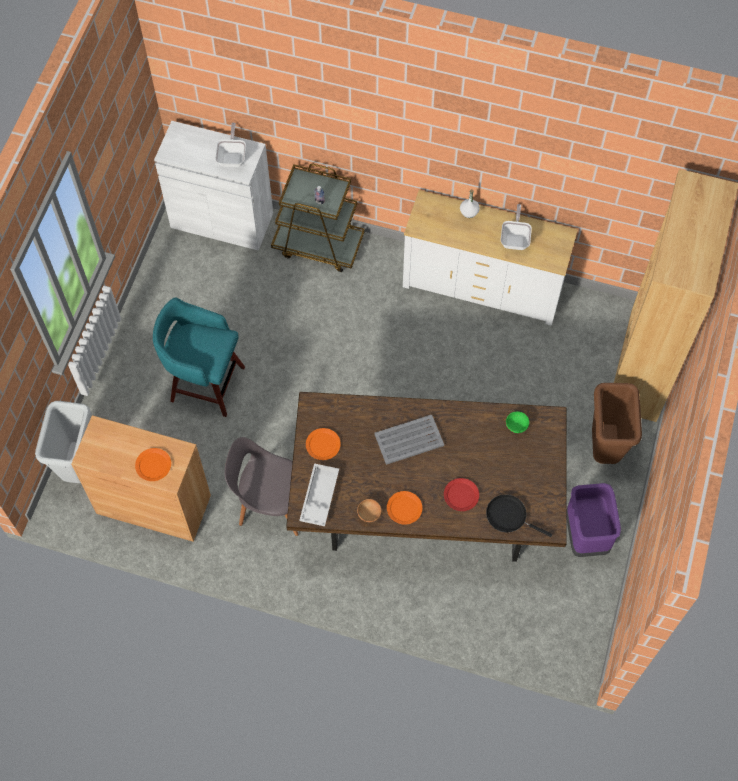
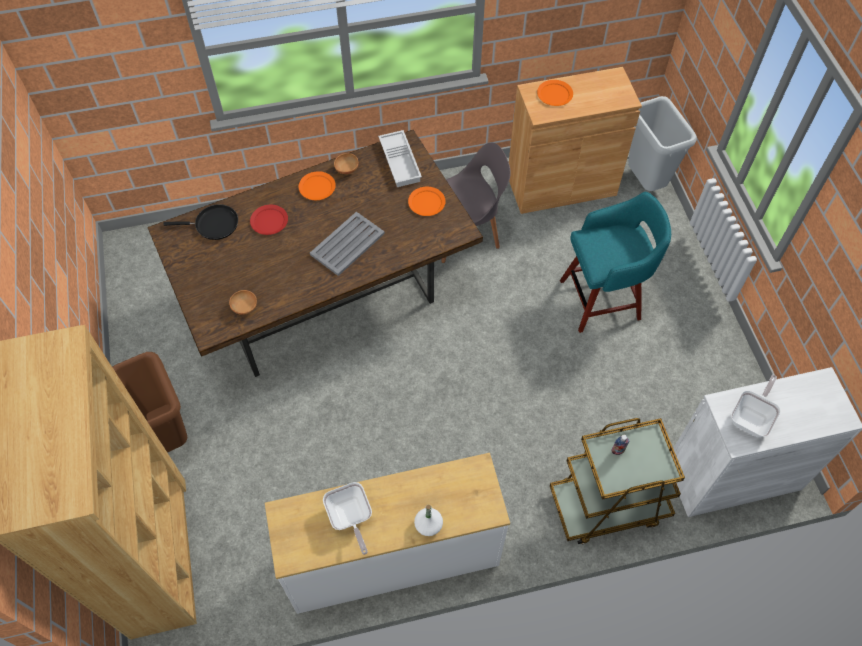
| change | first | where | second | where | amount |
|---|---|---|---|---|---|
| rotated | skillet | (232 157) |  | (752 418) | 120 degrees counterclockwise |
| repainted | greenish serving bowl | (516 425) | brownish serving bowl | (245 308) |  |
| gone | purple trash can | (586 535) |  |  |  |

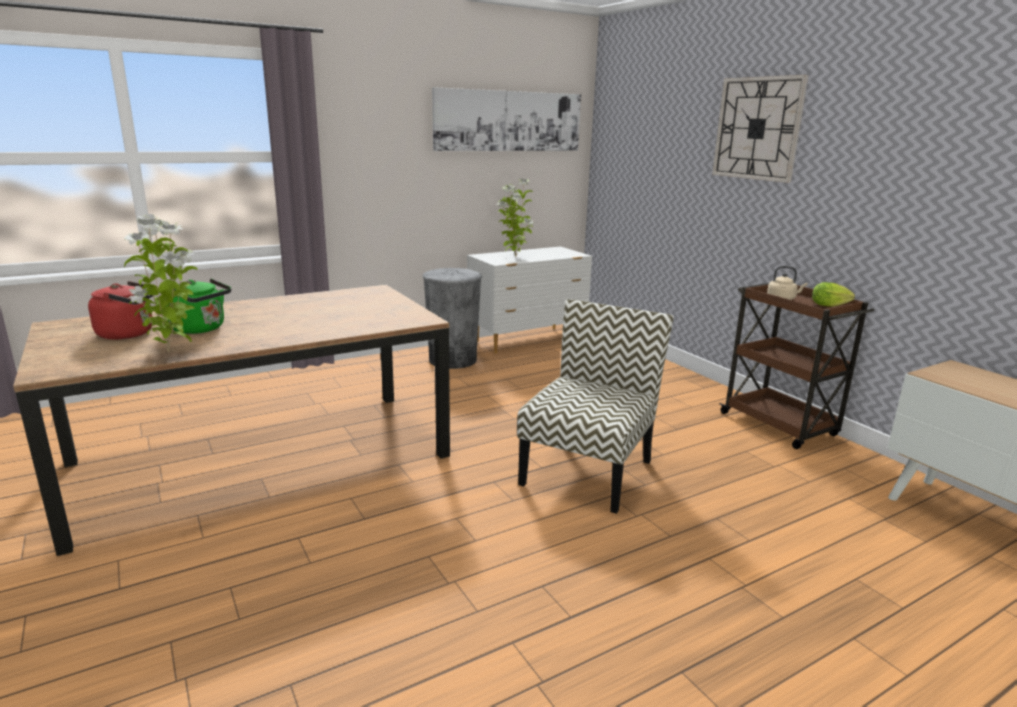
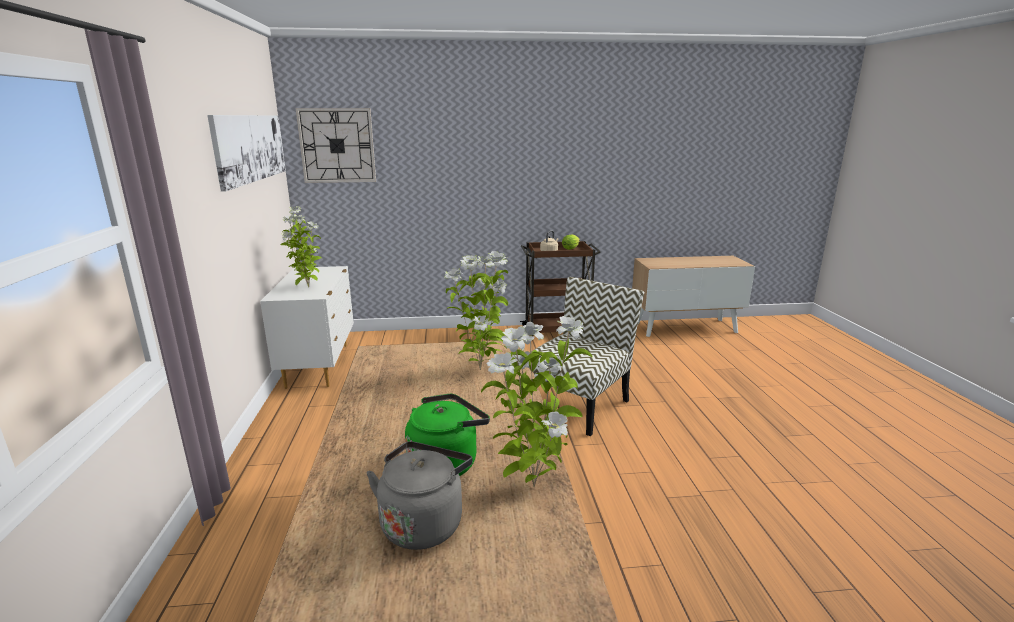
| change | first | where | second | where | amount |
|---|---|---|---|---|---|
| repainted | reddish tea kettle | (130 334) | gray tea kettle | (423 522) |  |
| gone | gray trash can | (452 360) |  |  |  |
| rotated | chair | (587 471) |  | (578 405) | 75 degrees clockwise |
| shifted | hanging clock | (757 128) |  | (337 145) |  |
| new |  |  | houseplant | (481 369) |  |

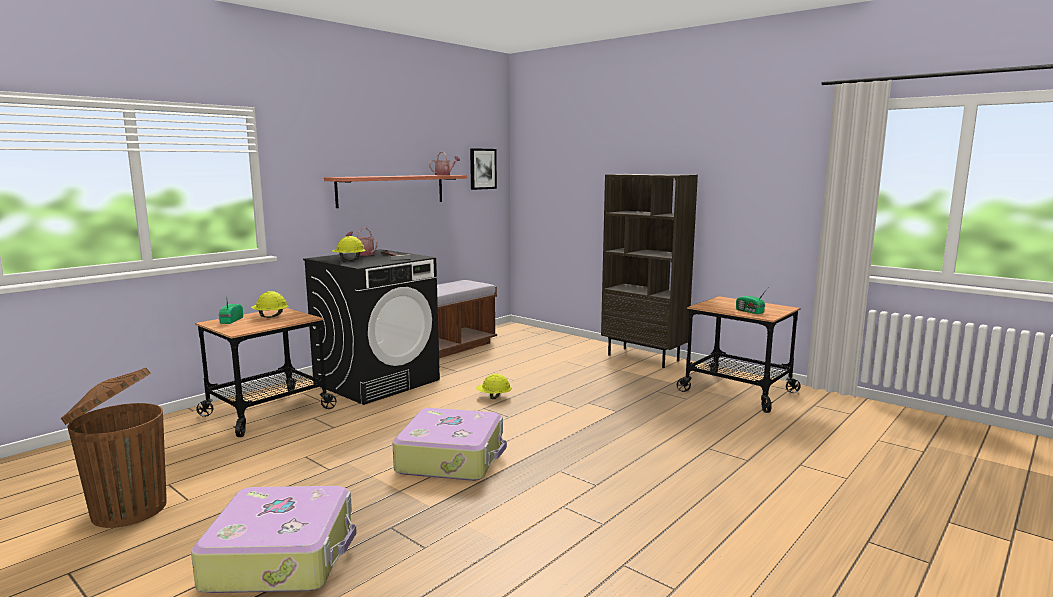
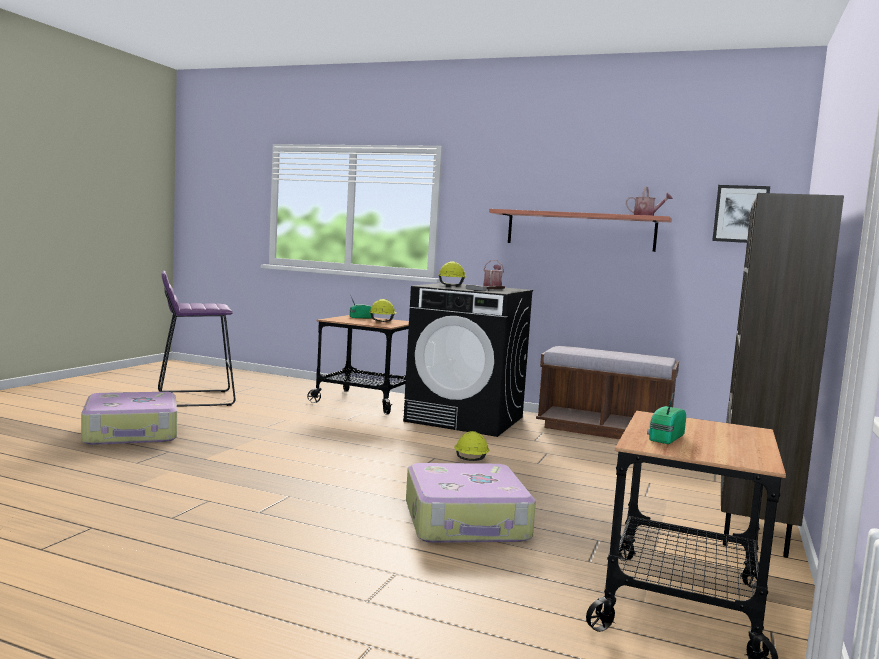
| change | first | where | second | where | amount |
|---|---|---|---|---|---|
| swapped | brownish trash can | (127 509) | purple sitting stool | (194 399) |  |
| shifted | travel case | (452 458) |  | (467 521) |  |

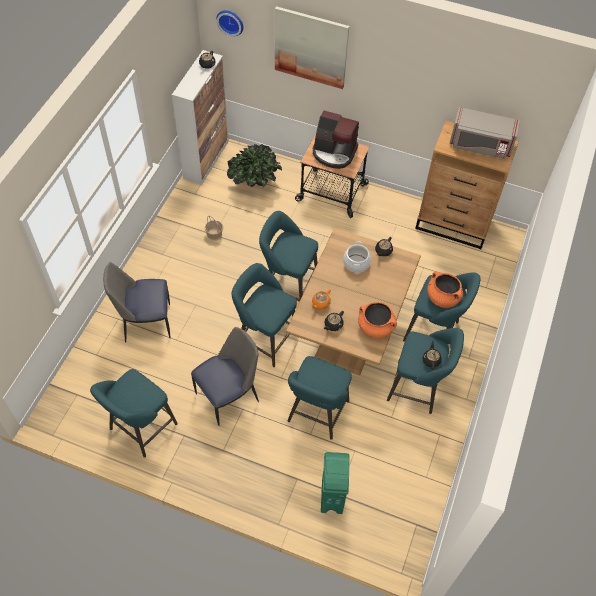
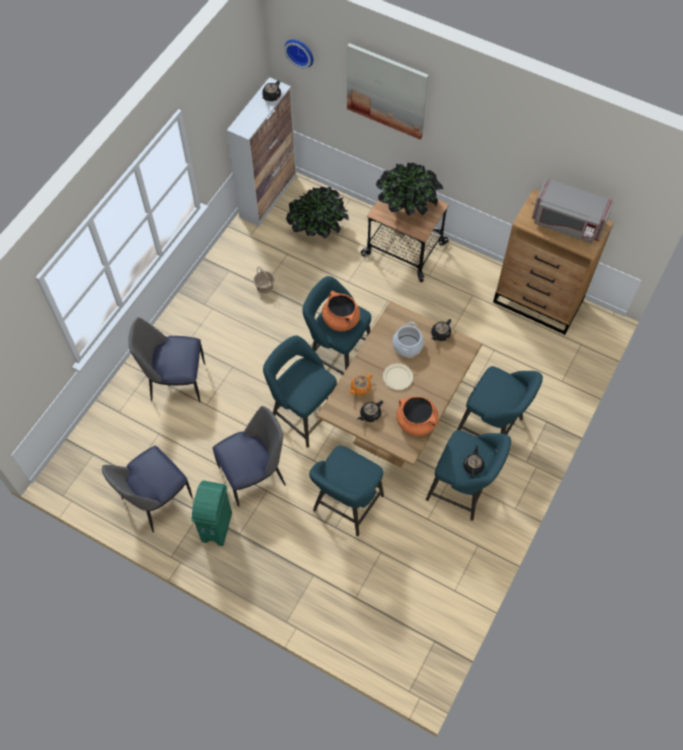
| change | first | where | second | where | amount |
|---|---|---|---|---|---|
| swapped | turquoise-coloured sitting stool | (140 429) | chair | (155 500) |  |
| swapped | coffee maker | (334 153) | houseplant | (407 208) |  |
| shifted | greenish trash can | (332 496) |  | (217 526) |  |
| shifted | orangey saucepot | (442 298) |  | (340 320) |  |
| new |  |  | beige-coloured plate | (398 377) |  |

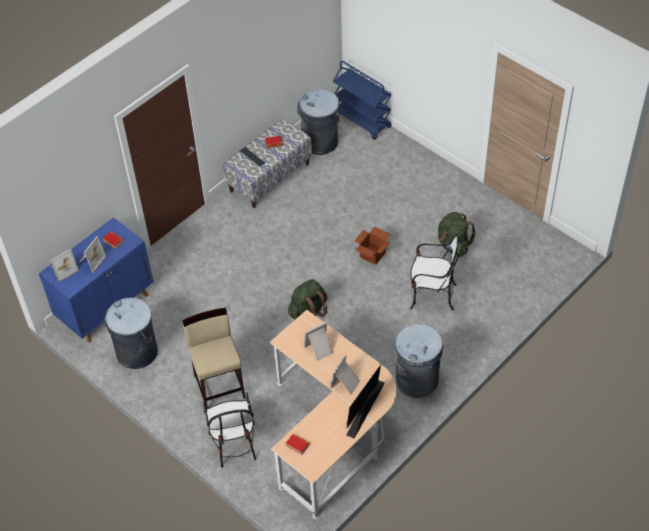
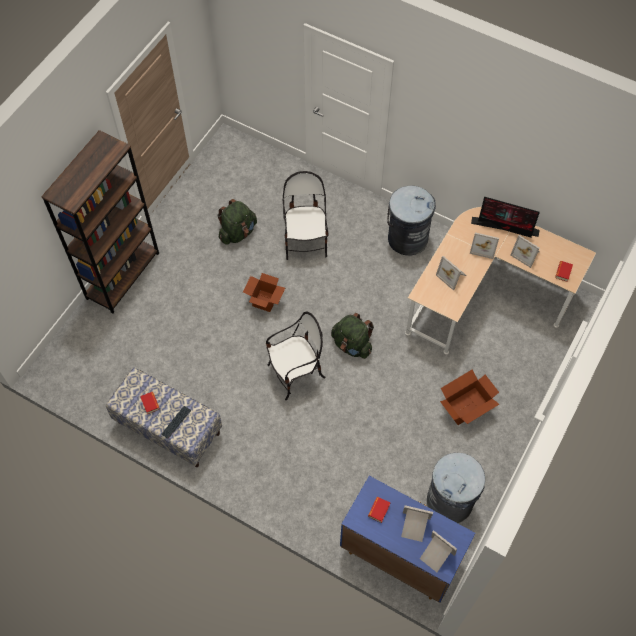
| change | first | where | second | where | amount |
|---|---|---|---|---|---|
| swapped | beige-coloured sitting stool | (220 386) | packing box | (465 406) |  |
| shifted | chair | (233 443) |  | (296 374) |  |
| gone | gray trash can | (320 142) |  |  |  |
| gone | blue-coloured trolley | (362 120) |  |  |  |
| new |  |  | brownish bookcase | (123 275) |  |
| new |  |  | photo frame | (526 253) |  |

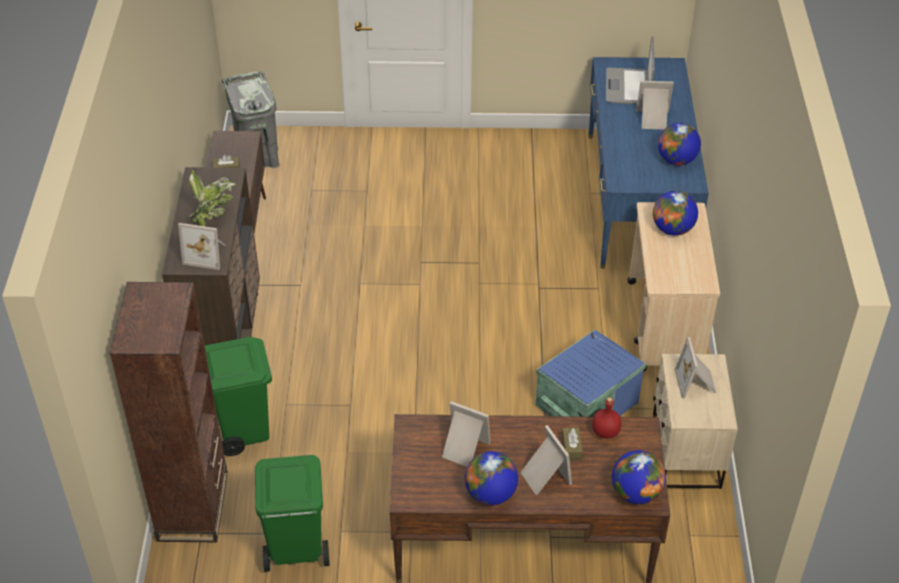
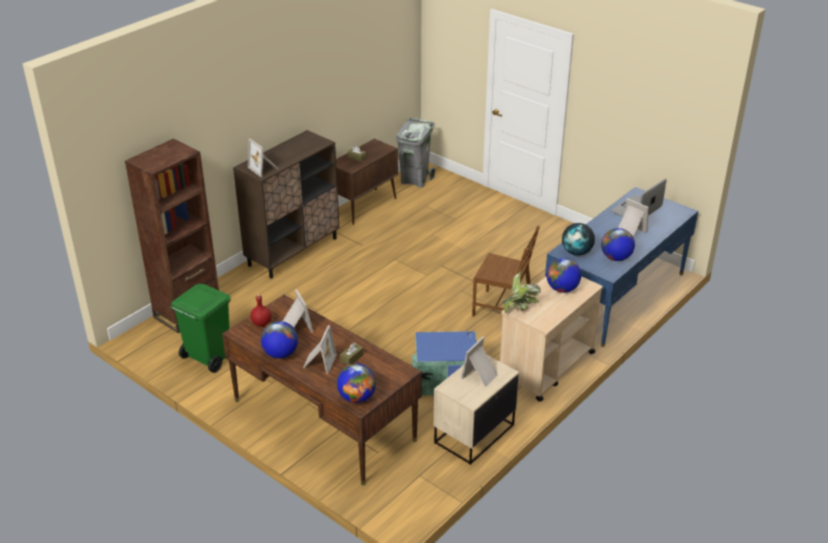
| change | first | where | second | where | amount |
|---|---|---|---|---|---|
| shifted | houseplant | (213 214) |  | (521 308) |  |
| gone | greenish trash can | (243 429) |  |  |  |
| shifted | reddish beverage bottle | (605 432) |  | (261 323) |  |
| new |  |  | brownish chair | (503 308) |  |
| new |  |  | world globe | (577 252) |  |

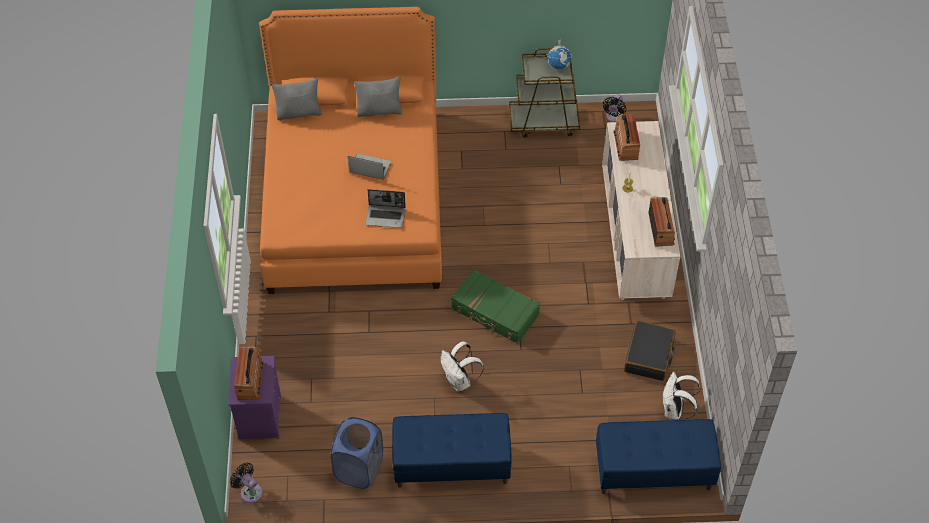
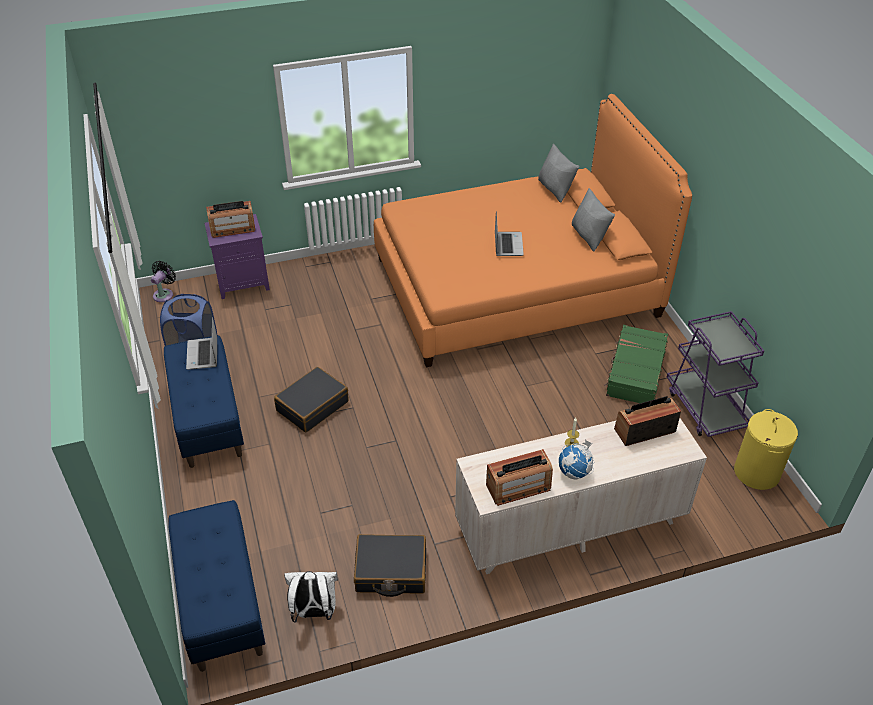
| change | first | where | second | where | amount |
|---|---|---|---|---|---|
| shifted | portable computer | (386 216) |  | (203 355) |  |
| swapped | white-coloured knapsack | (459 381) | black-coloured travel case | (312 406) |  |
| shifted | greenish travel case | (495 312) |  | (635 372) |  |
| repainted | brownish trolley | (544 122) | purple trolley | (705 408) |  |
| shifted | world globe | (559 65) |  | (574 472) |  |
| swapped | black-coloured fan | (614 117) | yellow hamper | (757 473) |  |

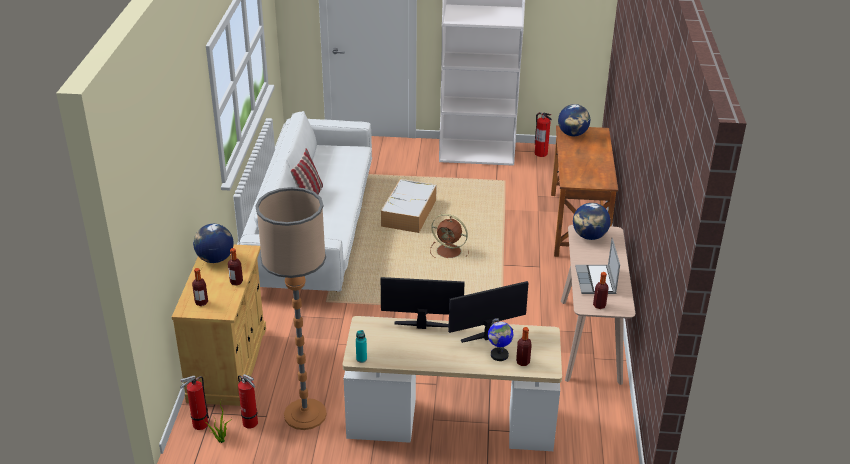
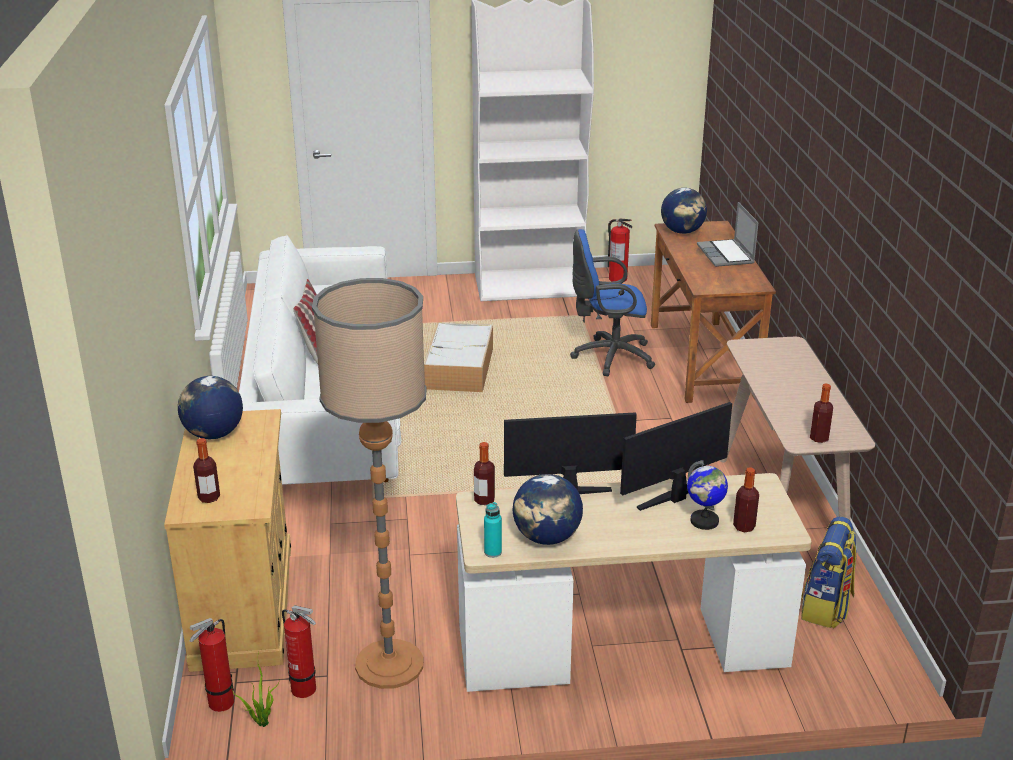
| change | first | where | second | where | amount |
|---|---|---|---|---|---|
| shifted | beverage bottle | (236 282) |  | (484 500) |  |
| gone | brownish fan | (450 251) |  |  |  |
| shifted | world globe | (589 236) |  | (547 538) |  |
| shifted | portable computer | (596 281) |  | (726 255) |  |
| new |  |  | blue-coloured desk chair | (608 357) |  |
| new |  |  | knapsack | (826 607) |  |

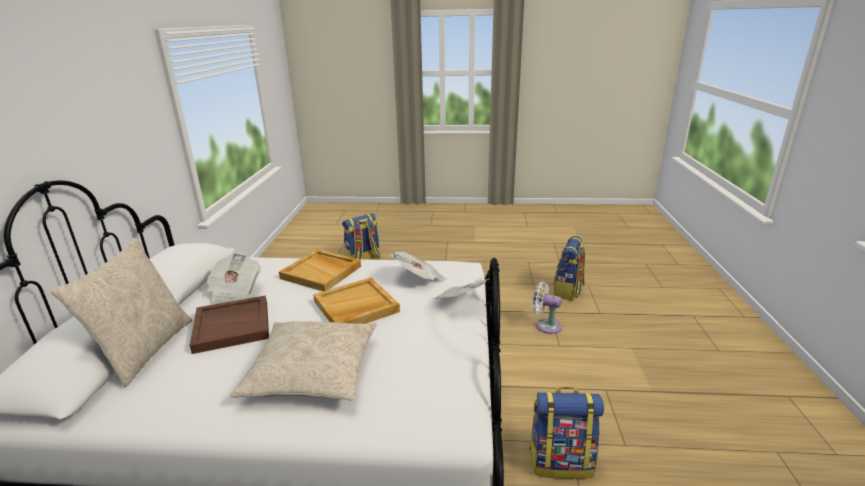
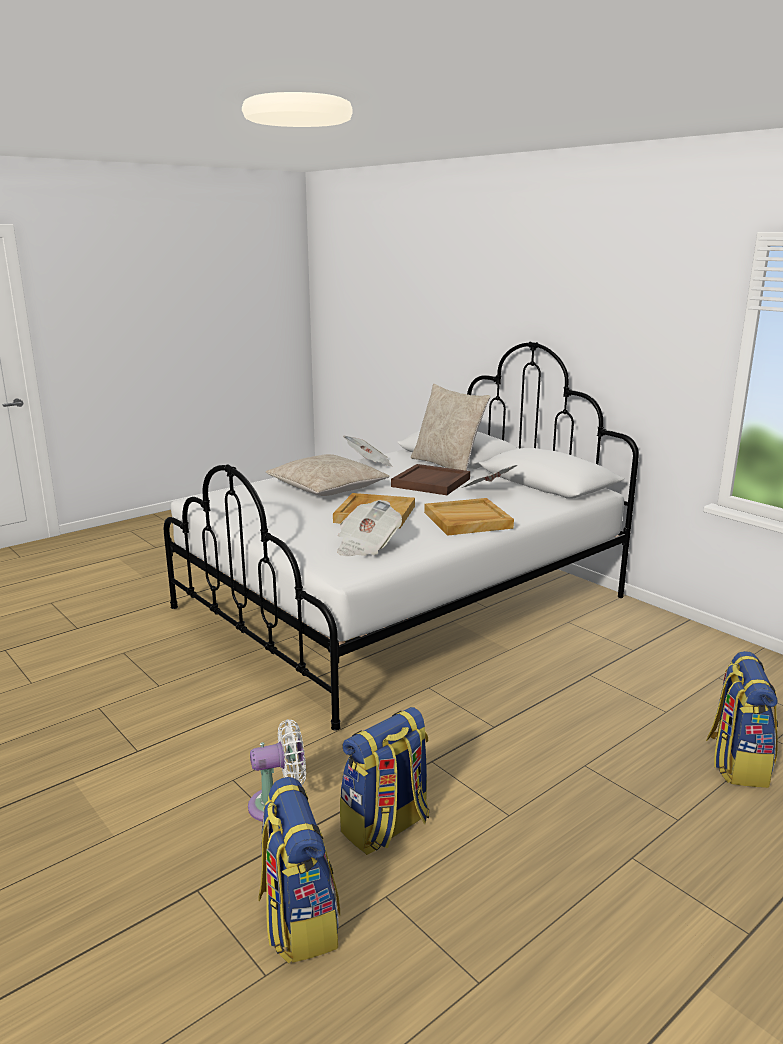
| change | first | where | second | where | amount |
|---|---|---|---|---|---|
| shifted | daily paper | (460 302) |  | (369 464) |  |
| shifted | knapsack | (561 462) |  | (386 827) |  |

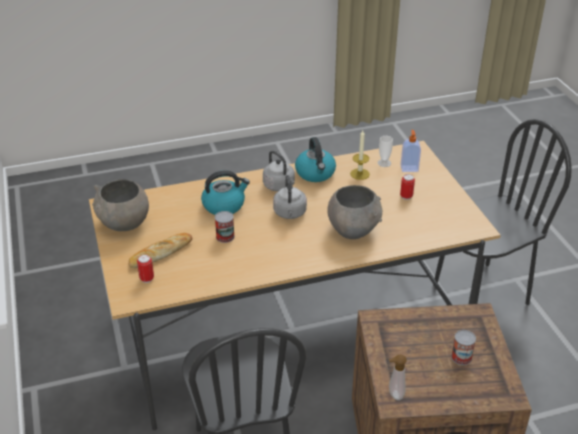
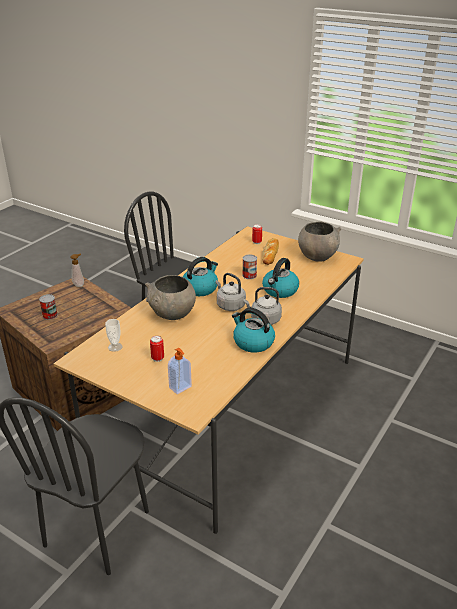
| change | first | where | second | where | amount |
|---|---|---|---|---|---|
| gone | wax light | (359 174) |  |  |  |
| shifted | drinking cup | (384 163) |  | (115 347) |  |
| new |  |  | tea kettle | (200 288) |  |

